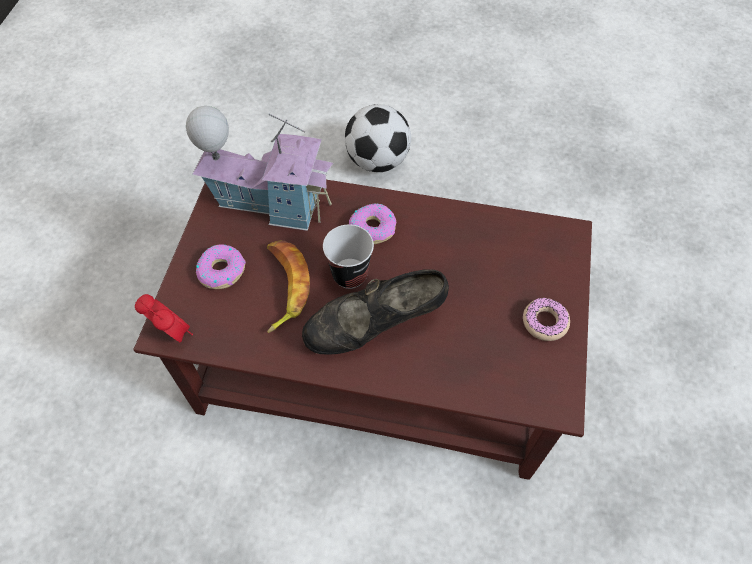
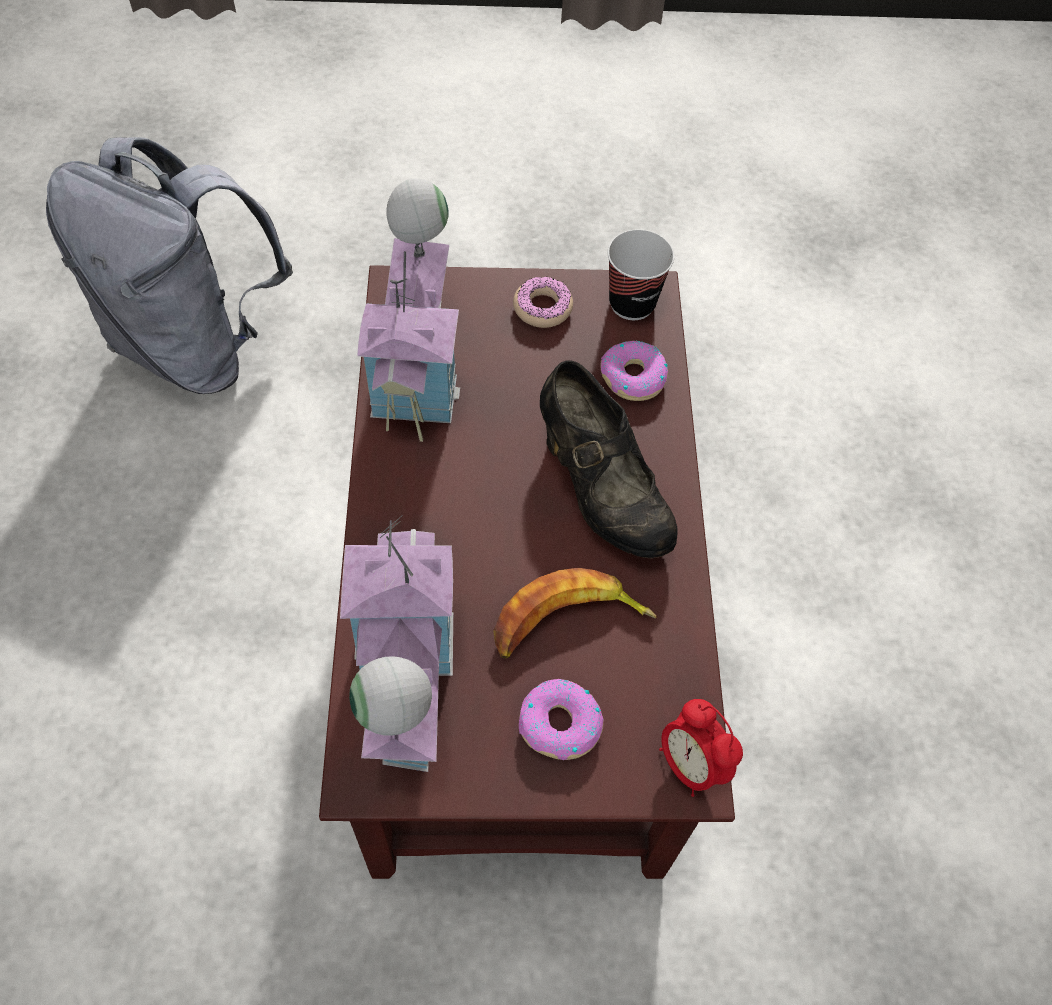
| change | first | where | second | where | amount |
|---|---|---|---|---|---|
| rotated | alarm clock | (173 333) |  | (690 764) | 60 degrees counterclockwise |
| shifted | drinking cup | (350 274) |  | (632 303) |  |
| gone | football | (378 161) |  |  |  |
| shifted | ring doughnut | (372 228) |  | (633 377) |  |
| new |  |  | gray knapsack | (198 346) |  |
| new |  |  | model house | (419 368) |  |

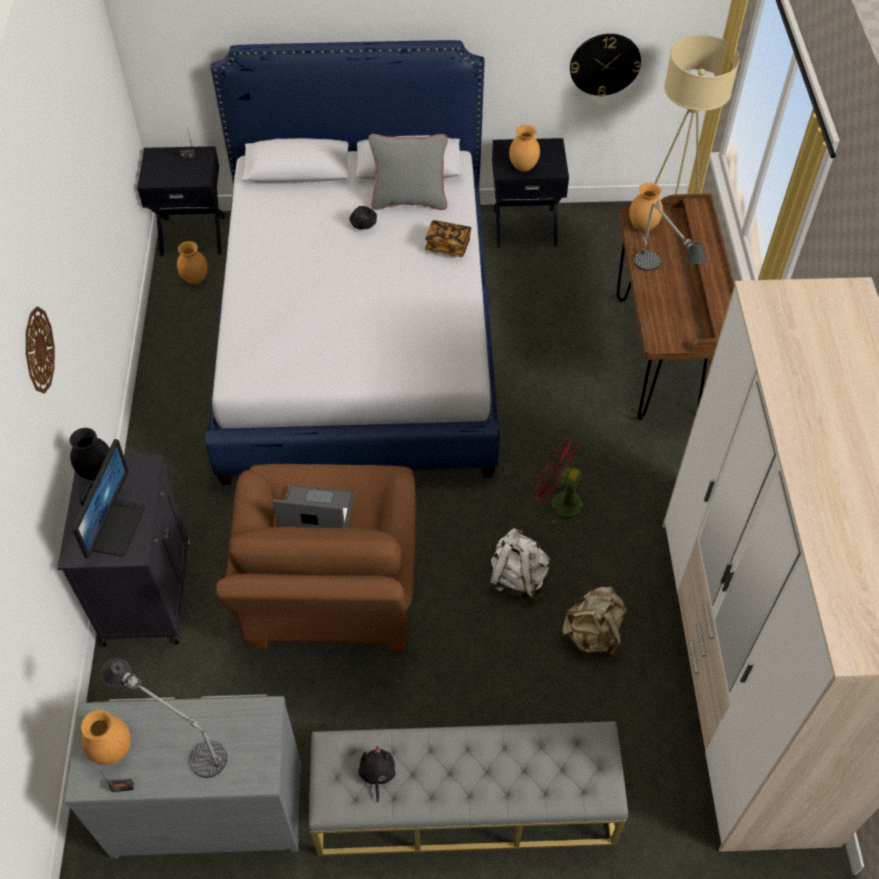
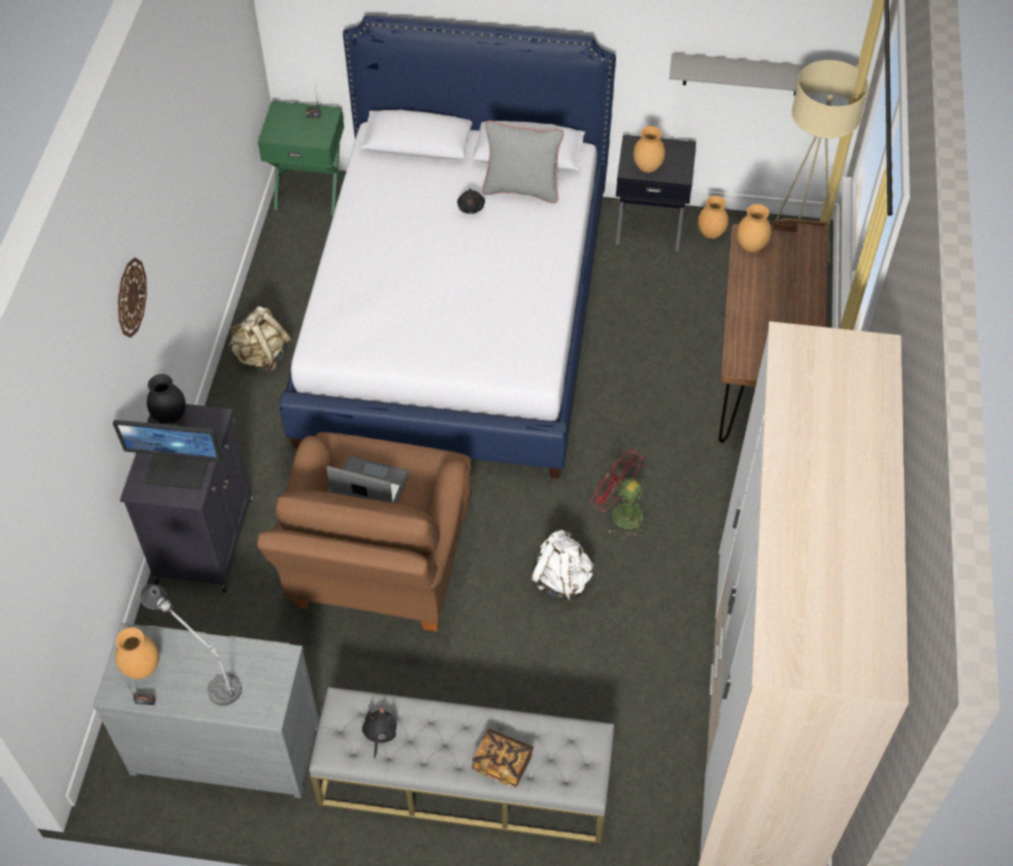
| change | first | where | second | where | amount |
|---|---|---|---|---|---|
| rotated | monitor | (115 527) |  | (177 470) | 75 degrees clockwise |
| repainted | black-coloured night table | (193 234) | greenish night table | (310 191) |  |
| shifted | brownish decorative vase | (195 279) |  | (711 233) |  |
| shifted | bound book | (448 246) |  | (502 762) |  |
| shifted | beige-coloured knapsack | (593 634) |  | (262 357) |  |
| swapped | hanging clock | (605 64) | gray bracket shelf | (742 74) |  |
| gone | tabletop lamp | (662 280) |  |  |  |

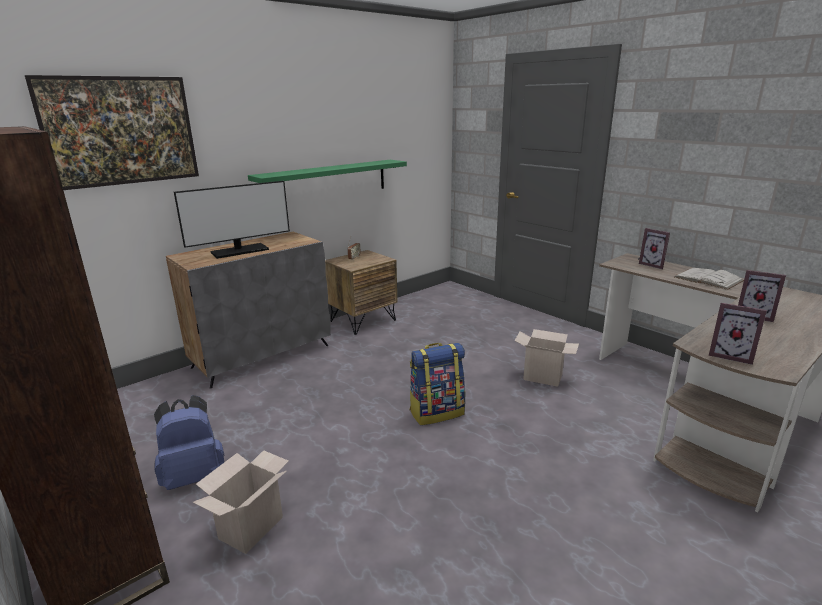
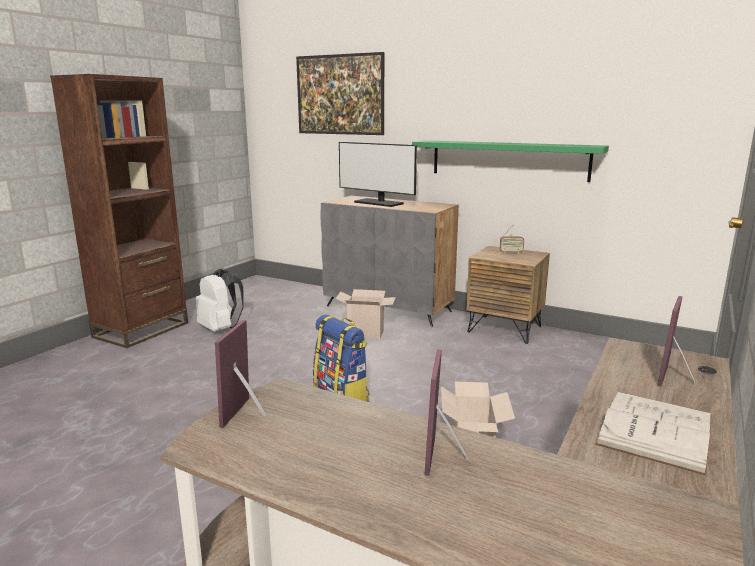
| change | first | where | second | where | amount |
|---|---|---|---|---|---|
| repainted | blue-coloured knapsack | (194 476) | white-coloured knapsack | (220 329) |  |
| shifted | packing box | (251 526) |  | (367 333) |  |

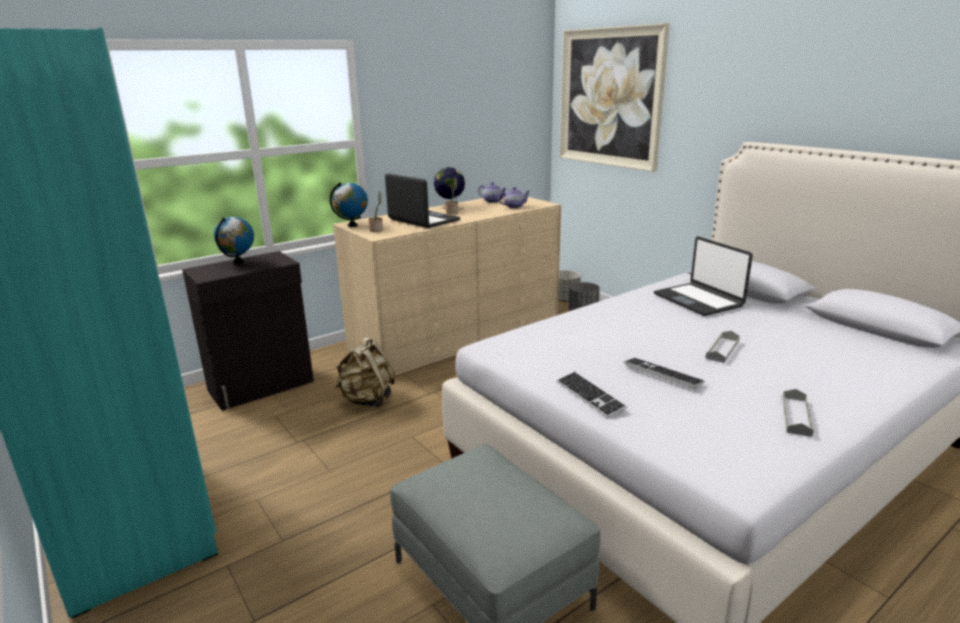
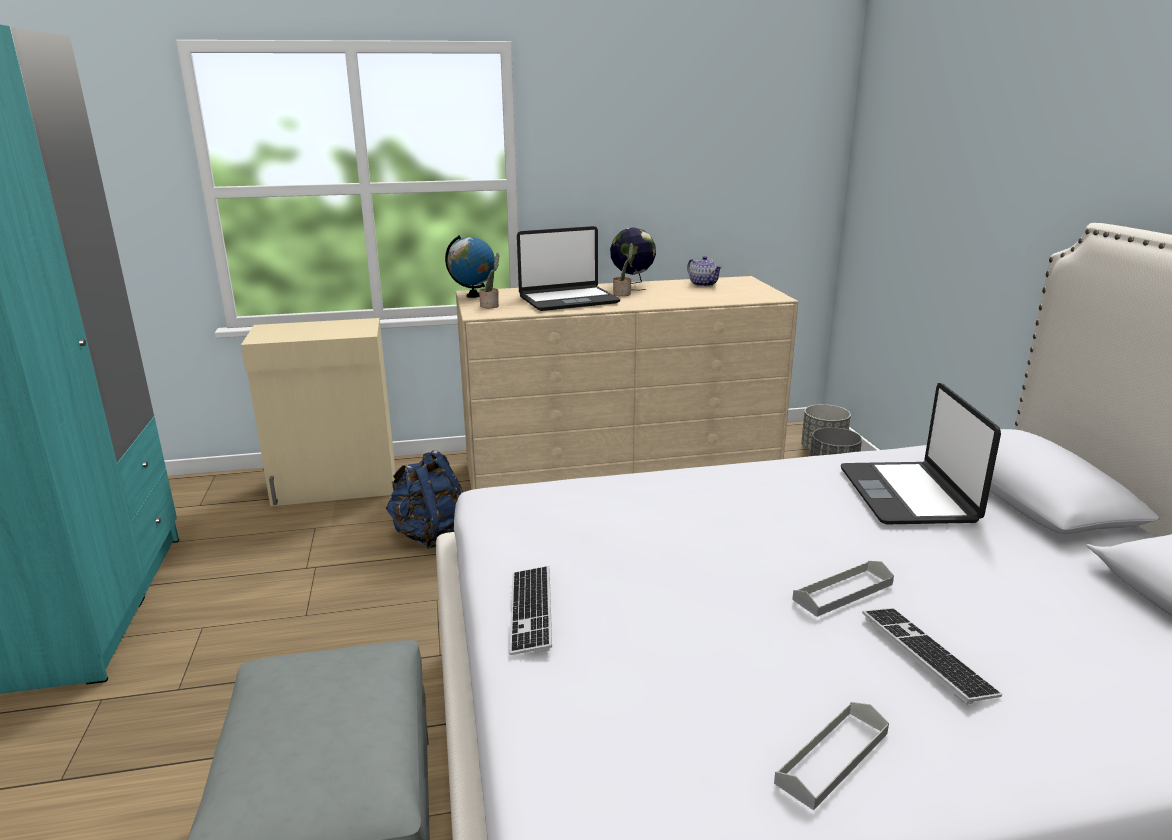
| change | first | where | second | where | amount |
|---|---|---|---|---|---|
| repainted | black-coloured cupboard | (262 386) | beige-coloured cupboard | (336 487) |  |
| gone | world globe | (238 262) |  |  |  |
| repainted | beige-coloured knapsack | (368 400) | blue-coloured knapsack | (430 535) |  |
| rotated | portable computer | (423 220) |  | (568 300) | 90 degrees clockwise |
| gone | pot for tea | (514 206) |  |  |  |
| gone | wall art | (610 98) |  |  |  |
| shifted | computer keyboard | (662 374) |  | (926 655) |  |

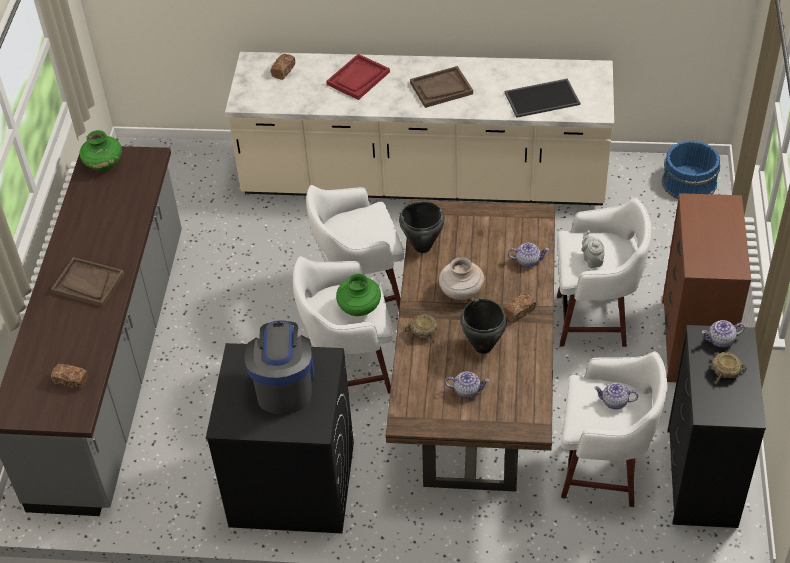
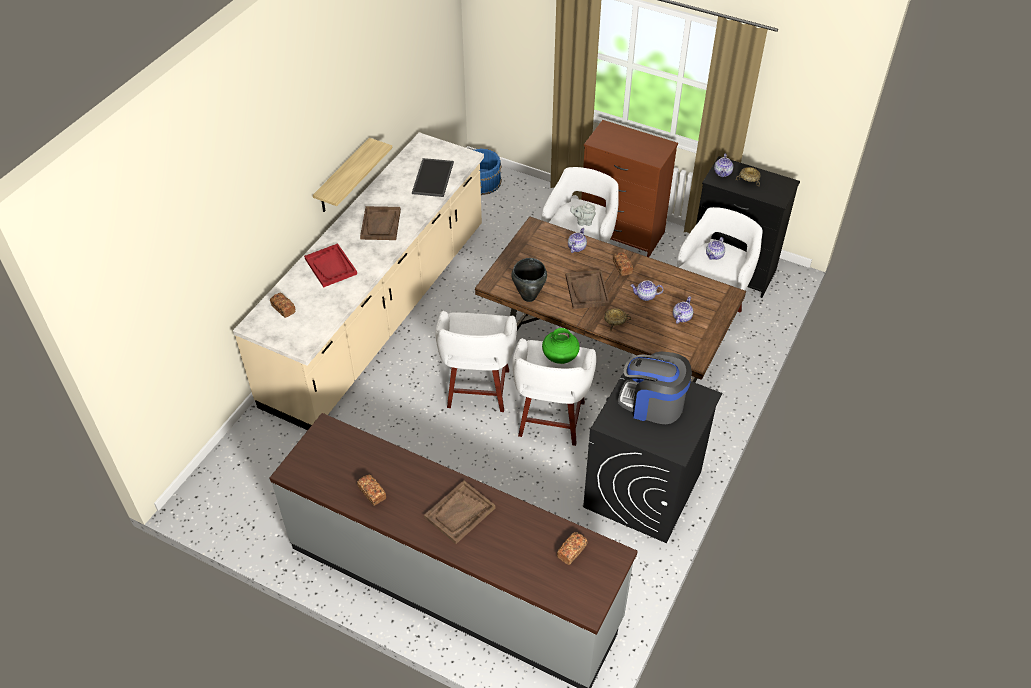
| change | first | where | second | where | amount |
|---|---|---|---|---|---|
| gone | greenish decorative vase | (104 164) |  |  |  |
| swapped | beige-coloured decorative vase | (461 292) | brownish serving tray | (587 290) |  |
| swapped | black-coloured saucepot | (483 347) | pot for tea | (645 296) |  |
| new |  |  | bracket shelf | (343 177) |  |
| new |  |  | baked bread | (372 493) |  |

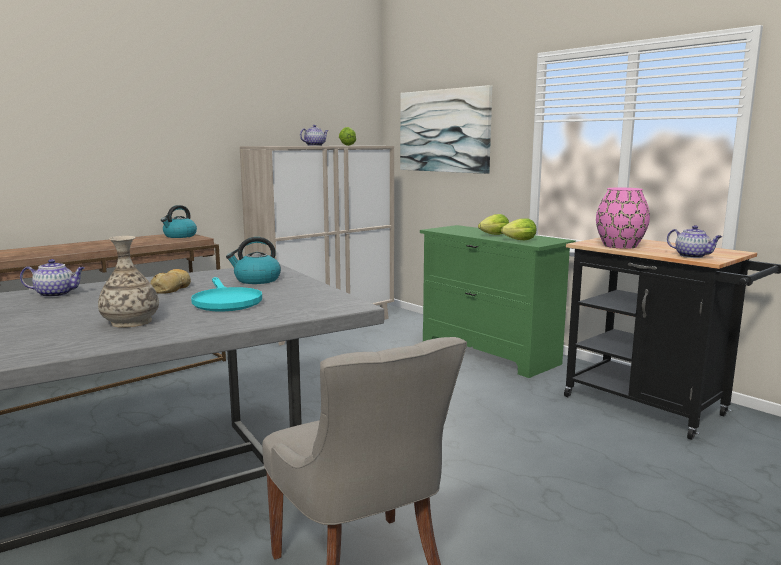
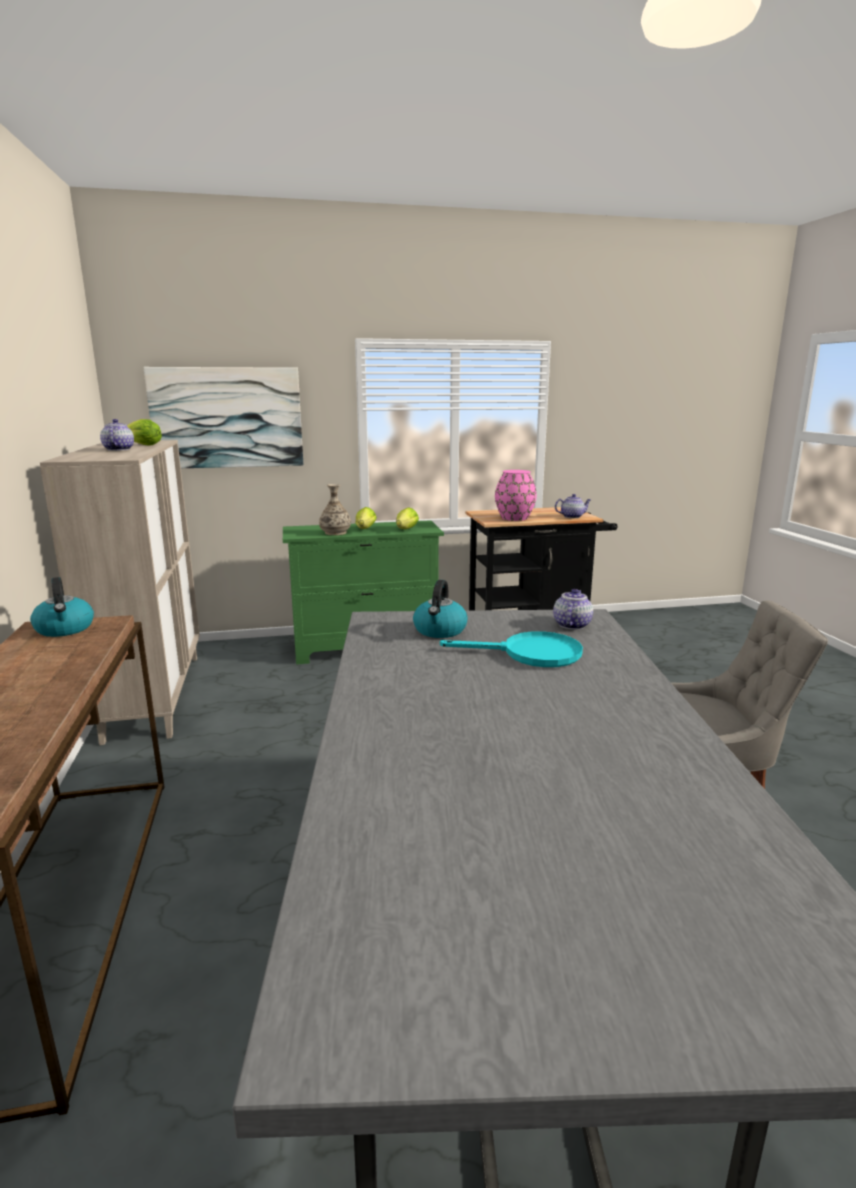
| change | first | where | second | where | amount |
|---|---|---|---|---|---|
| shifted | pot for tea | (56 294) |  | (571 624) |  |
| shifted | decorative vase | (131 322) |  | (335 533) |  |
| gone | baked bread | (172 288) |  |  |  |

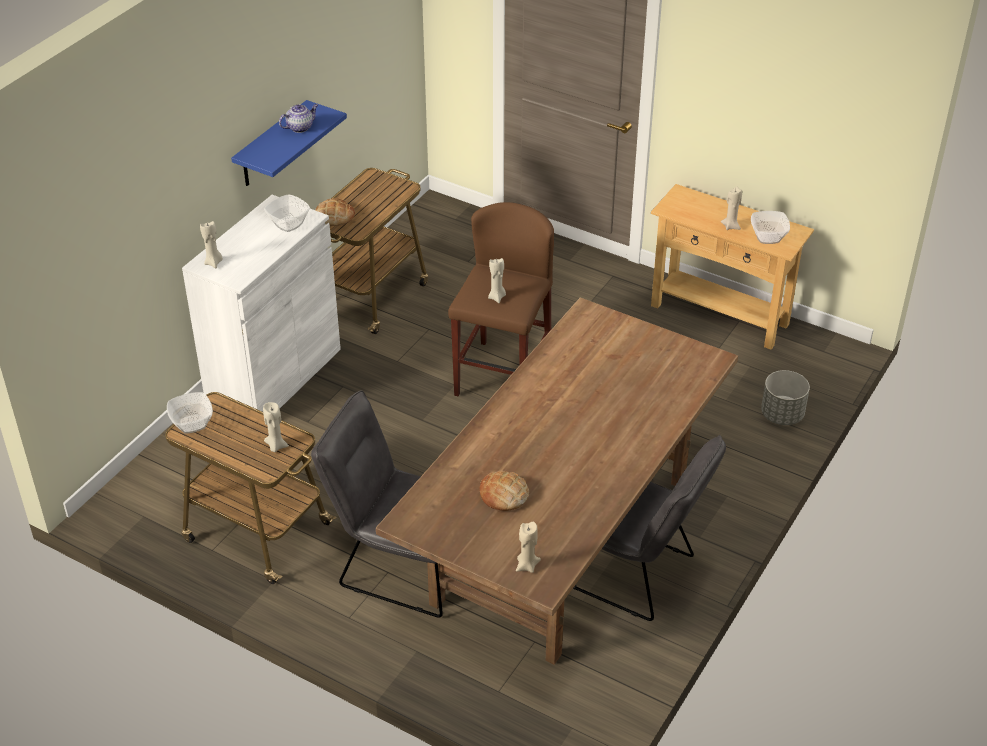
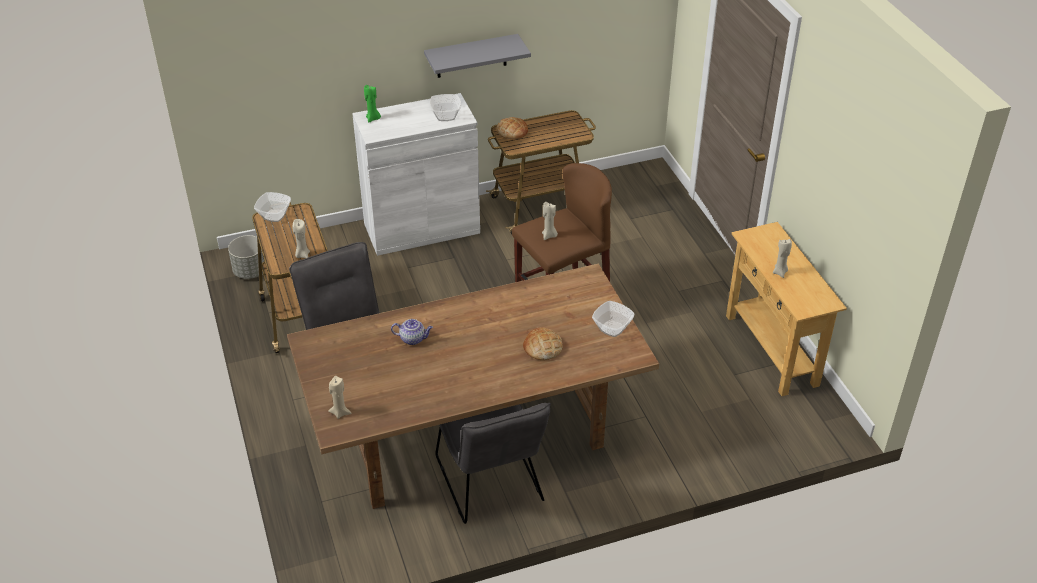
| change | first | where | second | where | amount |
|---|---|---|---|---|---|
| repainted | beige-coloured wax light | (214 262) | greenish wax light | (373 118) |  |
| repainted | blue-coloured bracket shelf | (271 145) | gray bracket shelf | (471 56) |  |
| shifted | pot for tea | (300 127) |  | (413 339) |  |
| shifted | baked bread | (504 494) |  | (542 347) |  |
| shifted | serving bowl | (768 237) |  | (613 328) |  |
| shifted | gray planter | (782 415) |  | (250 271) |  |

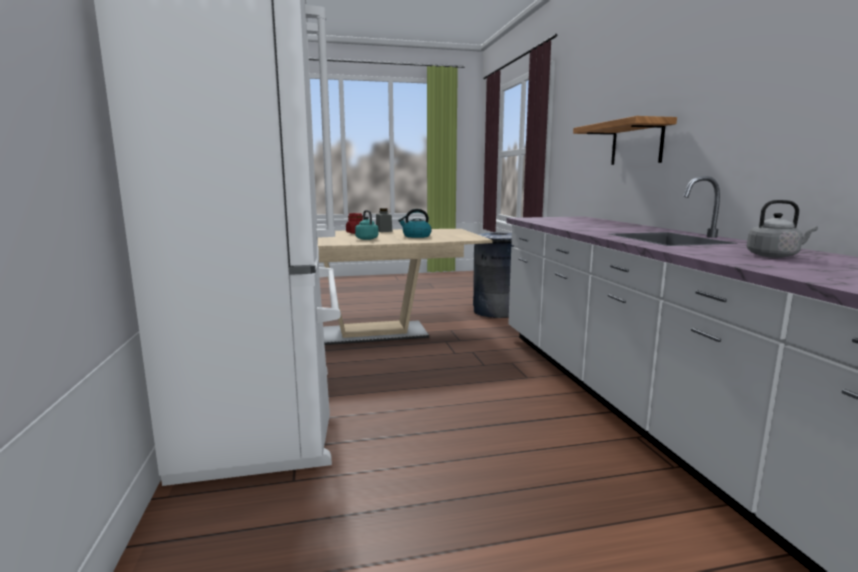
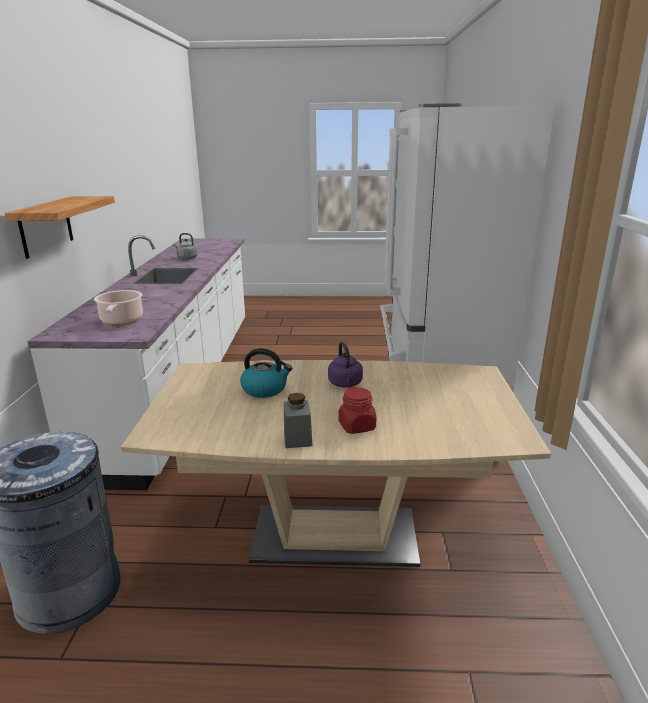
| change | first | where | second | where | amount |
|---|---|---|---|---|---|
| repainted | turquoise-coloured tea kettle | (366 238) | purple tea kettle | (345 384) |  |
| new |  |  | saucepot | (121 321) |  |

